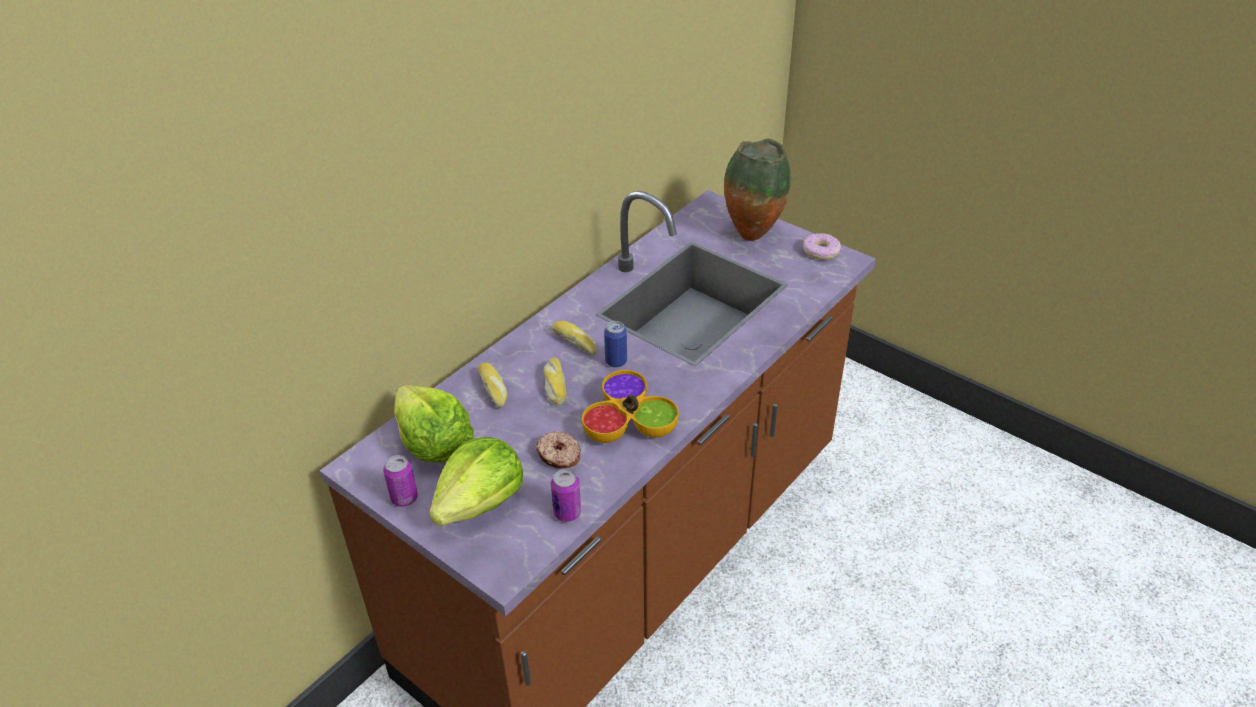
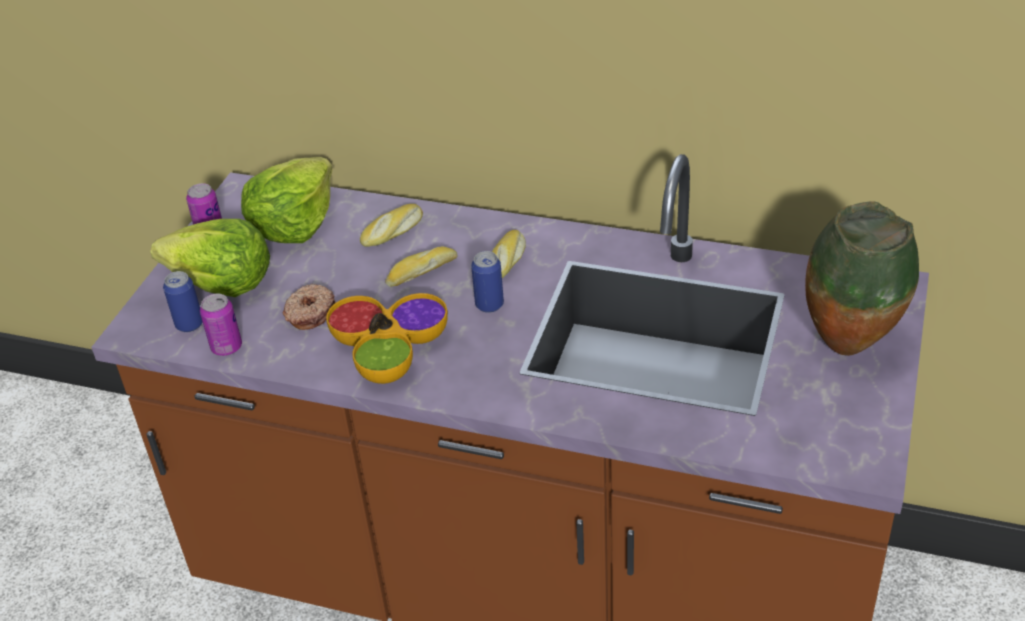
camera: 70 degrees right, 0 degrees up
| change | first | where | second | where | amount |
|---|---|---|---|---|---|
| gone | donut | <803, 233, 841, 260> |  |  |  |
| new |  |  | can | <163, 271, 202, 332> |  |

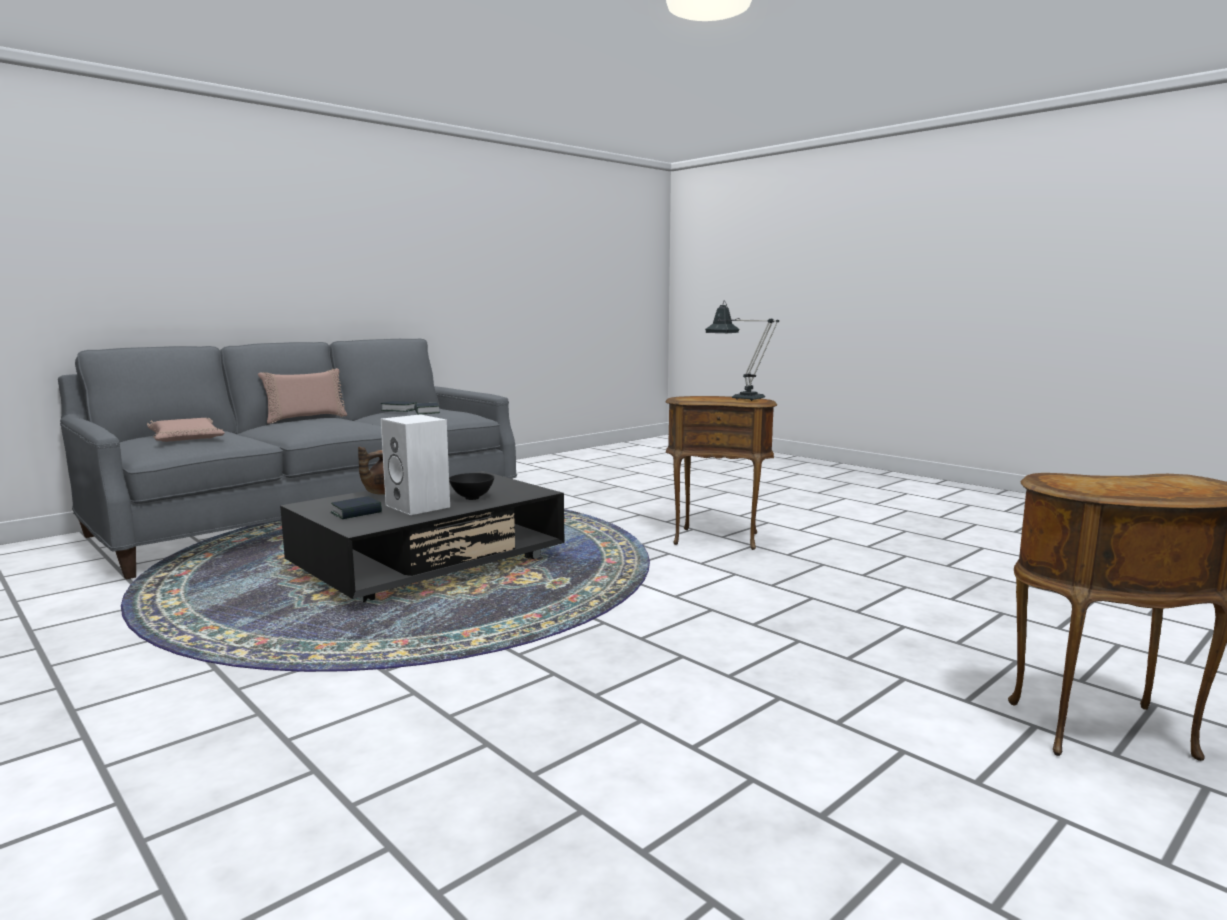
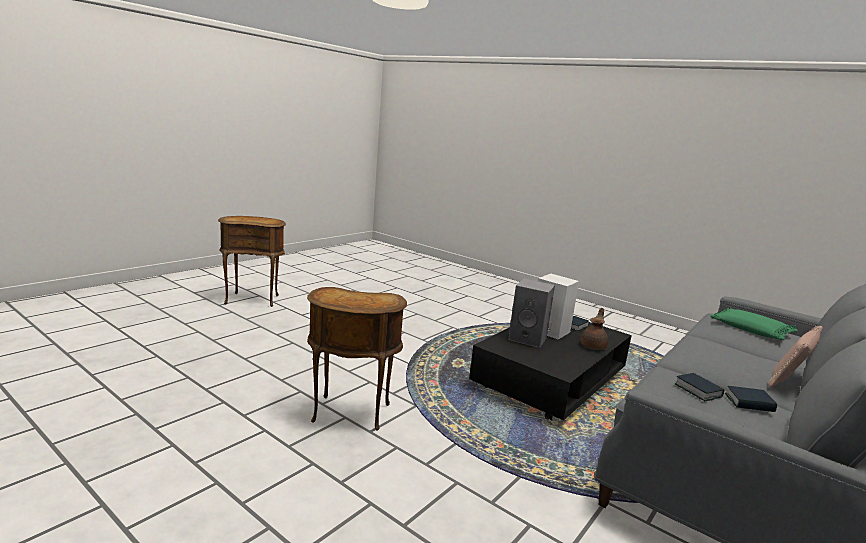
camera: 170 degrees right, 5 degrees up
| change | first | where | second | where | amount |
|---|---|---|---|---|---|
| gone | table lamp | <705, 301, 779, 401> |  |  |  |
| swapped | bowl (black) | <449, 473, 494, 500> | speaker (grey) | <508, 279, 555, 348> |  |
| repainted | pillow (beige) | <147, 418, 225, 442> | pillow (green) | <710, 308, 798, 340> |  |

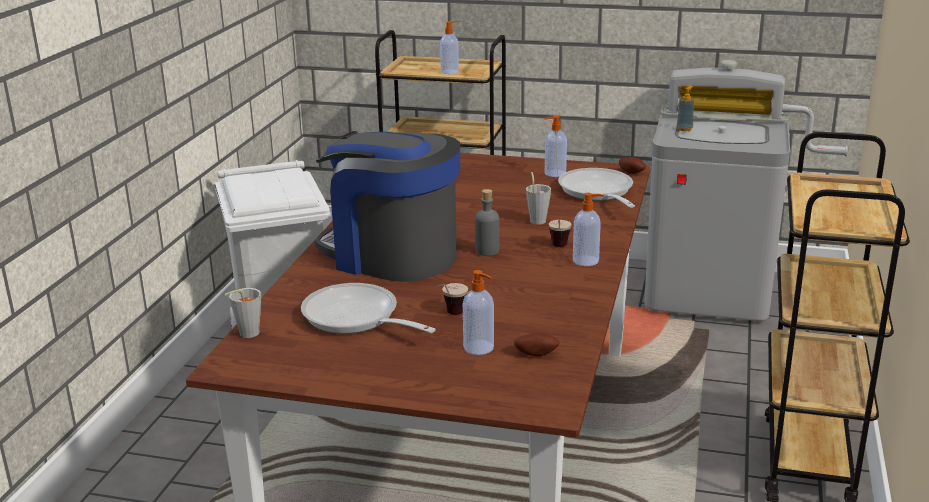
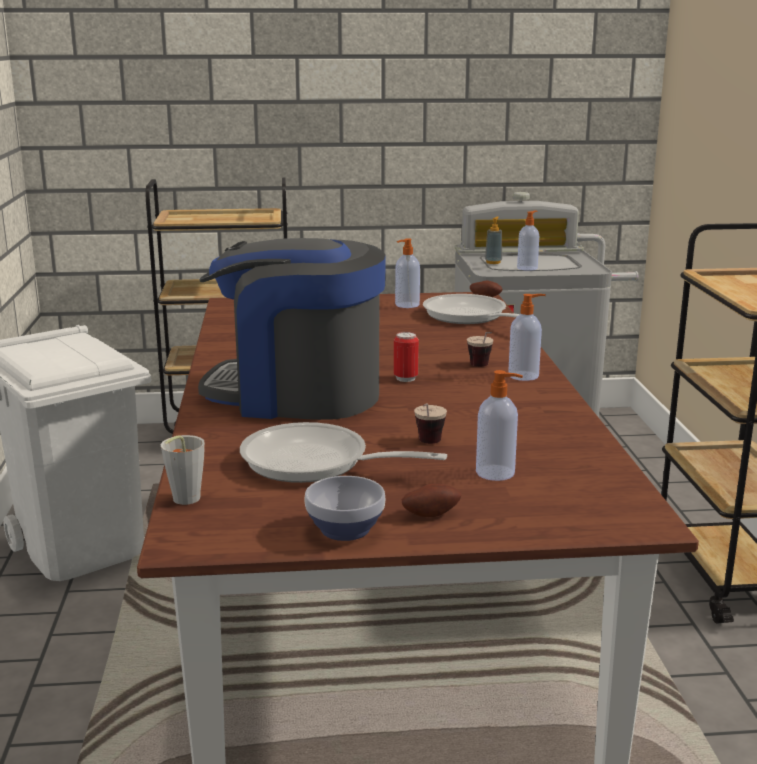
camera: 20 degrees left, 5 degrees down
| change | first | where | second | where | amount |
|---|---|---|---|---|---|
| gone | cup (grey) | <526, 172, 551, 225> |  |  |  |
| new |  |  | bowl | <304, 476, 385, 541> |  |
| shifted | soap dispenser | <440, 21, 459, 74> |  | <517, 211, 539, 271> |  |
| shifted | potato | <514, 332, 559, 356> |  | <402, 483, 461, 517> |  |
| swapped | bottle (grey) | <475, 189, 500, 256> | can | <394, 332, 419, 382> |  |

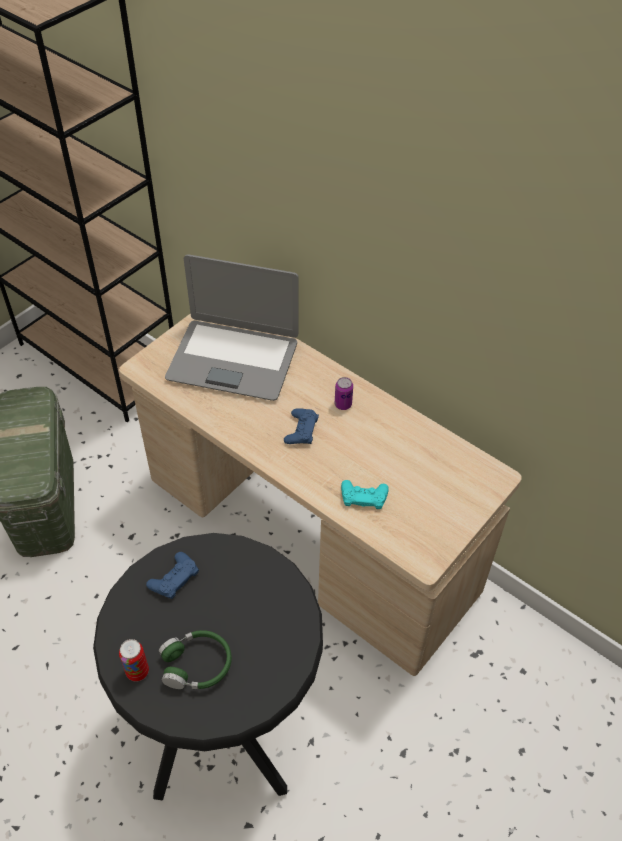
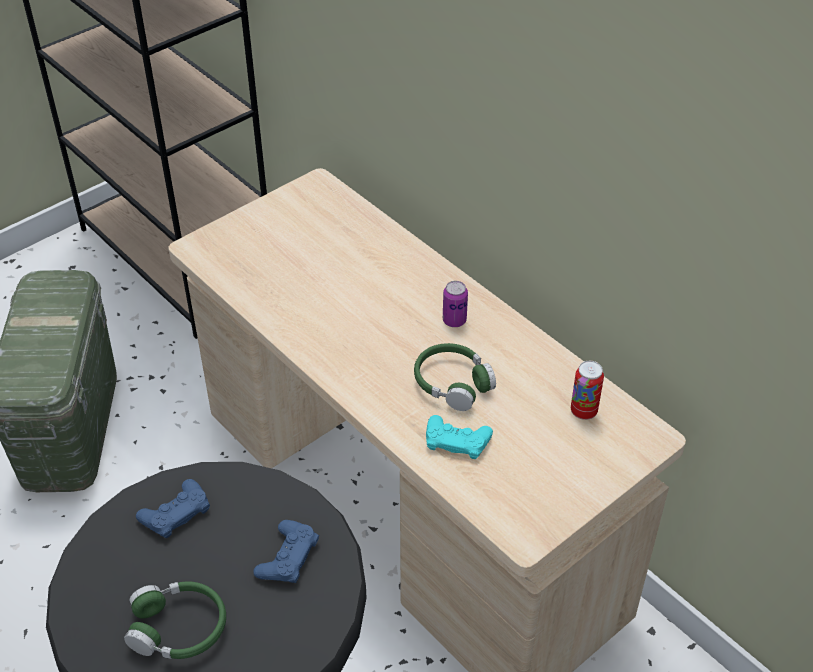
camera: 10 degrees right, 5 degrees down
| change | first | where | second | where | amount |
|---|---|---|---|---|---|
| gone | laptop | <165, 254, 299, 401> |  |  |  |
| new |  |  | headphones (green) | <414, 343, 496, 411> |  |
| shifted | can | <119, 639, 149, 682> |  | <571, 361, 604, 420> |  |
| shifted | game controller (blue) | <284, 408, 319, 444> |  | <253, 520, 319, 583> |  |

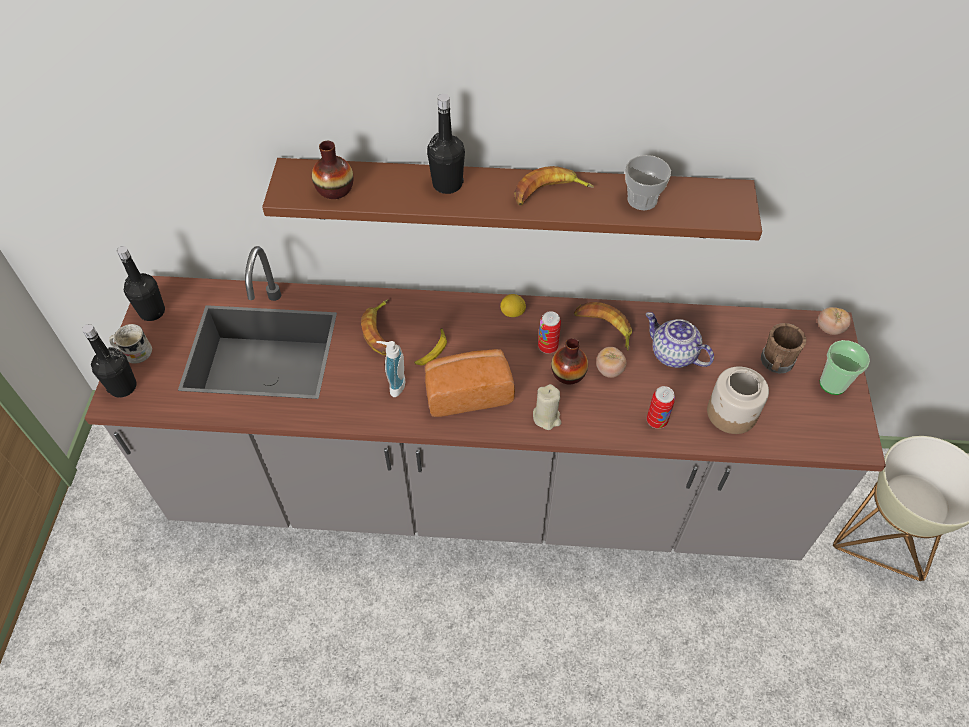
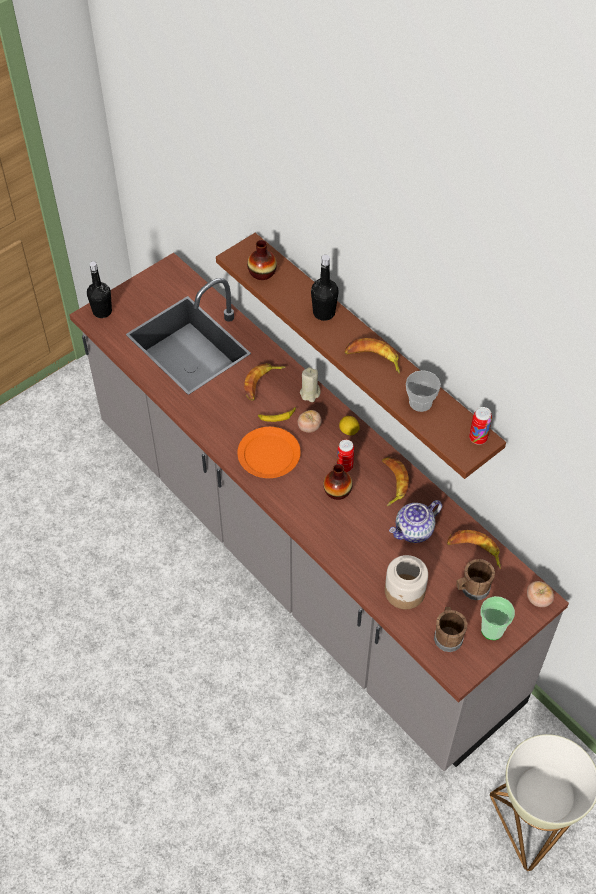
camera: 45 degrees right, 0 degrees up
| change | first | where | second | where | amount |
|---|---|---|---|---|---|
| gone | mug (white) | <109, 324, 152, 364> |  |  |  |
| gone | bottle (black) | <117, 246, 165, 321> |  |  |  |
| gone | soap dispenser | <376, 341, 405, 397> |  |  |  |
| new |  |  | mug (brown) | <434, 607, 467, 652> |  |
| new |  |  | banana | <447, 530, 501, 569> |  |
| shifted | candle (beige) | <533, 384, 561, 430> |  | <300, 367, 320, 402> |  |
| shifted | tomato | <596, 347, 626, 378> |  | <298, 410, 322, 433> |  |
| shifted | can | <647, 386, 675, 429> |  | <469, 407, 492, 445> |  |
| swapped | bread | <425, 349, 515, 417> | plate (orange) | <237, 427, 301, 478> |  |
| rotated | teapot | <646, 312, 714, 368> |  | <389, 500, 442, 543> | 120 degrees counterclockwise |

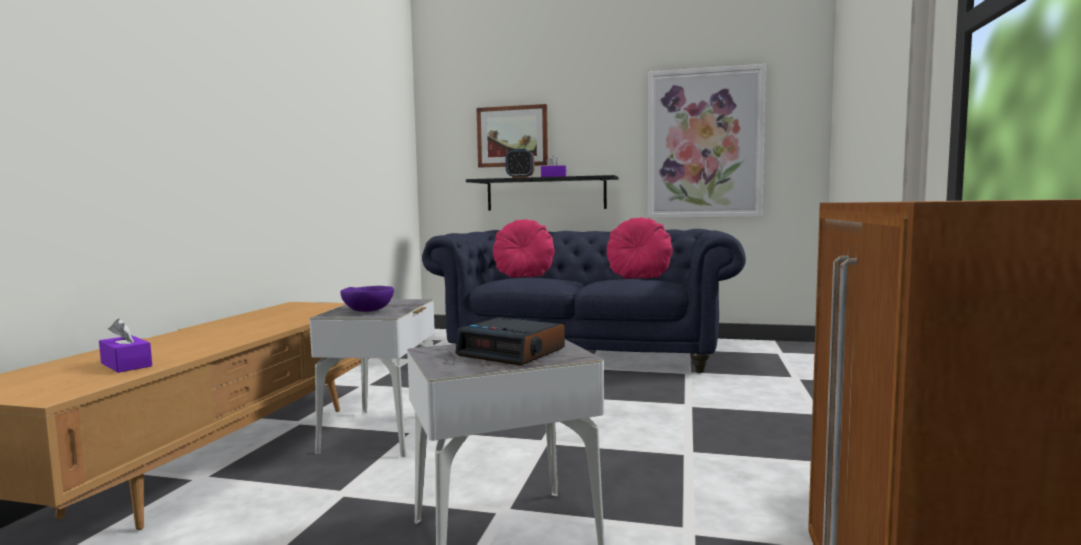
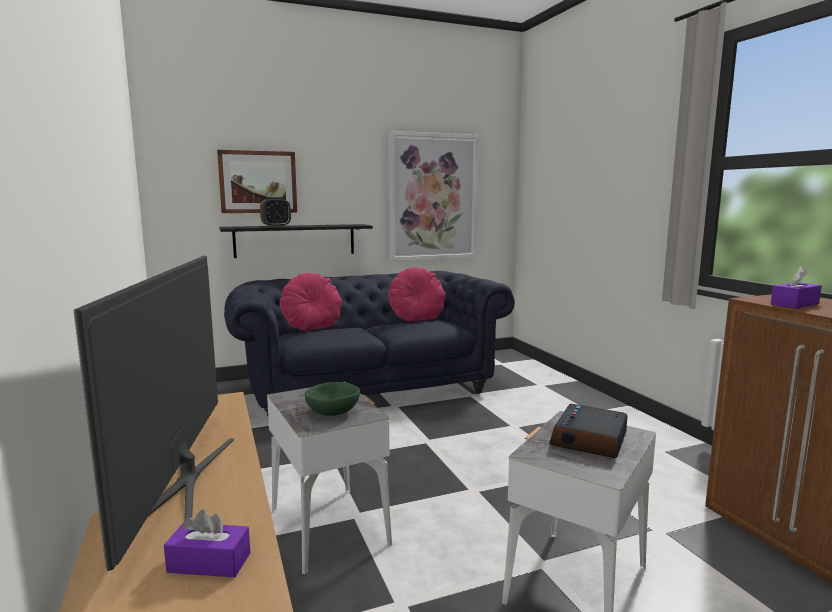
camera: 35 degrees left, 5 degrees up
| change | first | where | second | where | amount |
|---|---|---|---|---|---|
| new |  |  | television | <73, 255, 234, 571> |  |
| shifted | tissue box (purple) | <541, 156, 566, 177> |  | <771, 267, 822, 309> |  |
| repainted | bowl (purple) | <341, 286, 394, 312> | bowl (green) | <305, 382, 360, 416> |  |
| rotated | alarm clock | <455, 317, 565, 366> |  | <549, 403, 628, 458> | 120 degrees clockwise |

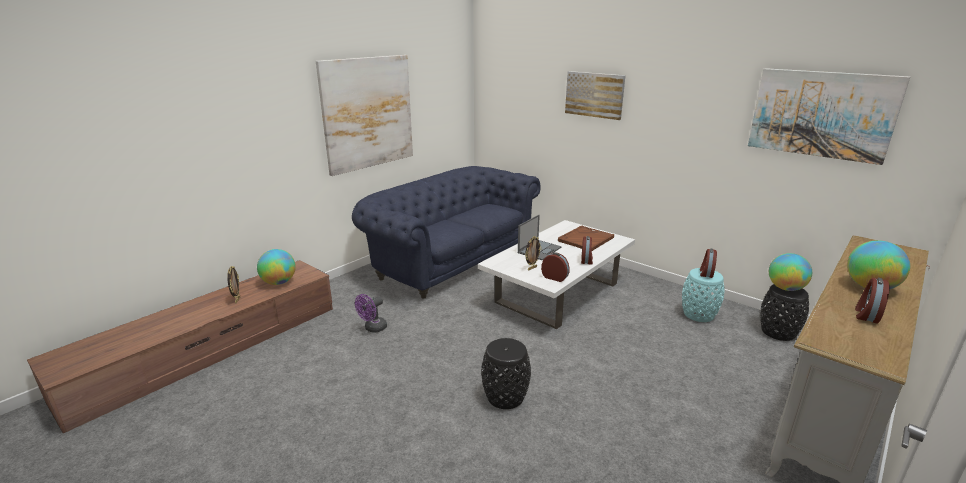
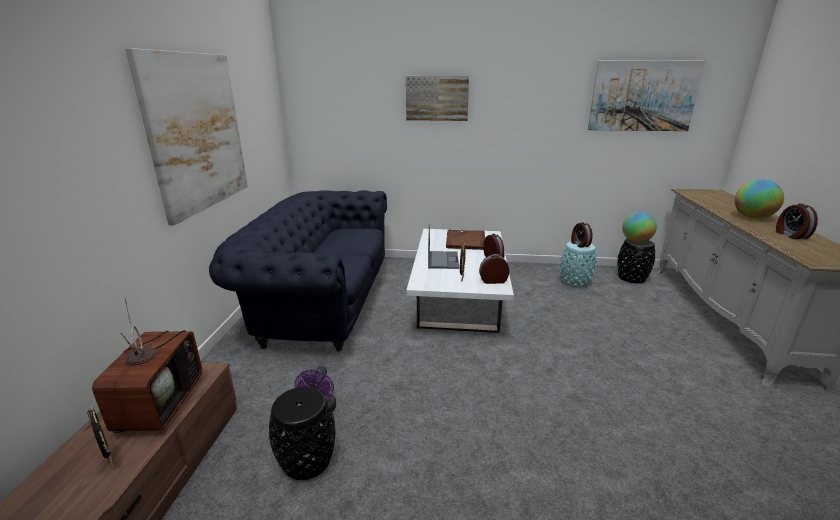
camera: 35 degrees left, 0 degrees up
| change | first | where | second | where | amount |
|---|---|---|---|---|---|
| shifted | stool (black) | <481, 338, 531, 409> |  | <269, 387, 335, 480> |  |
| swapped | globe | <257, 249, 296, 285> | television | <92, 297, 202, 433> |  |

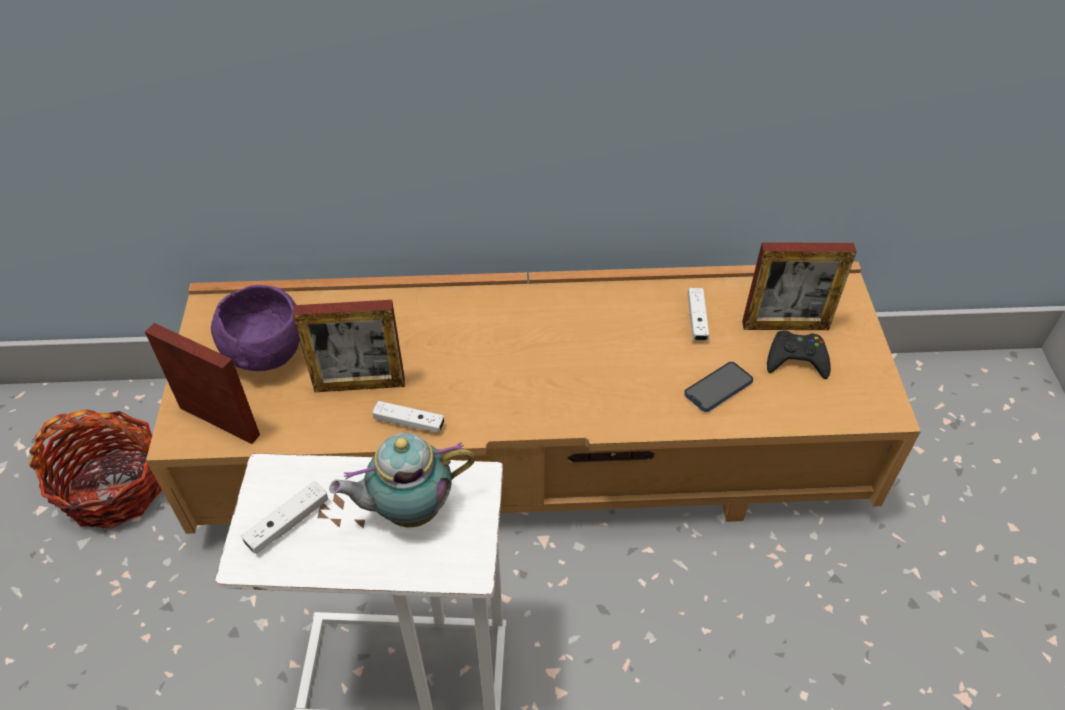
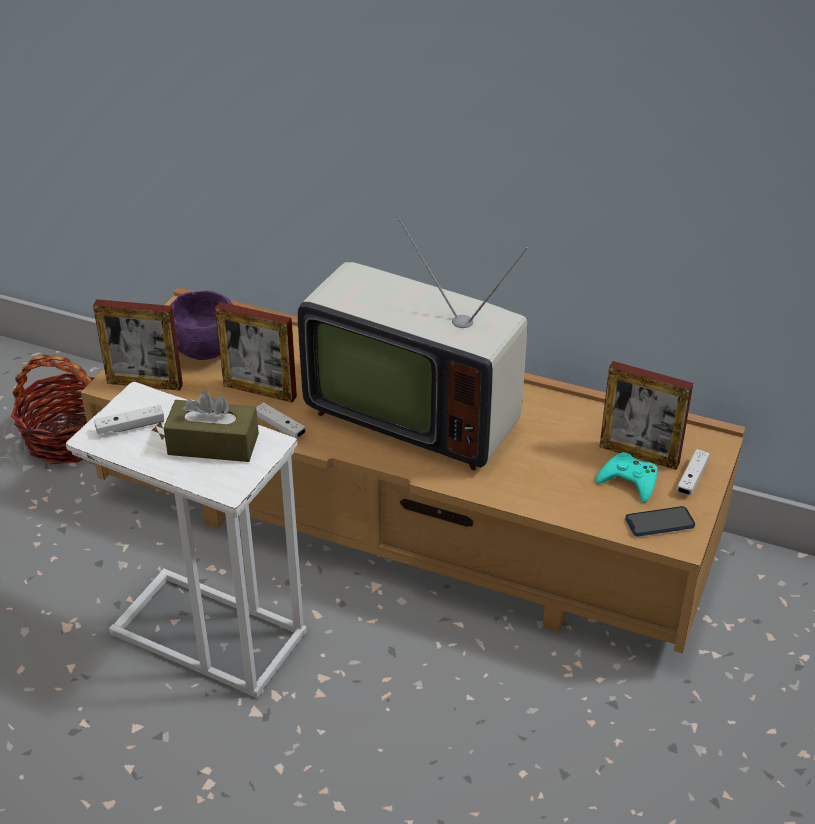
camera: 25 degrees right, 10 degrees down
| change | first | where | second | where | amount |
|---|---|---|---|---|---|
| new |  |  | television | <298, 216, 528, 470> |  |
| shifted | phone | <684, 362, 753, 412> |  | <625, 506, 695, 536> |  |
| shifted | game controller (white) | <688, 288, 709, 341> |  | <676, 449, 710, 495> |  |
| swapped | teapot | <329, 433, 475, 527> | tissue box (brown) | <163, 391, 259, 462> |  |
| repainted | game controller (black) | <767, 330, 831, 379> | game controller (turquoise) | <596, 452, 658, 503> |  |
| rotated | picture frame | <145, 323, 260, 444> |  | <93, 299, 183, 391> | 135 degrees clockwise |

